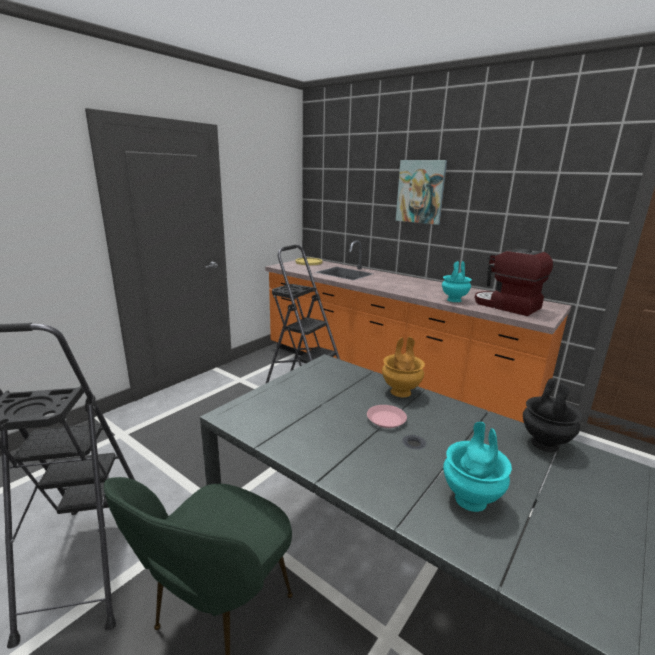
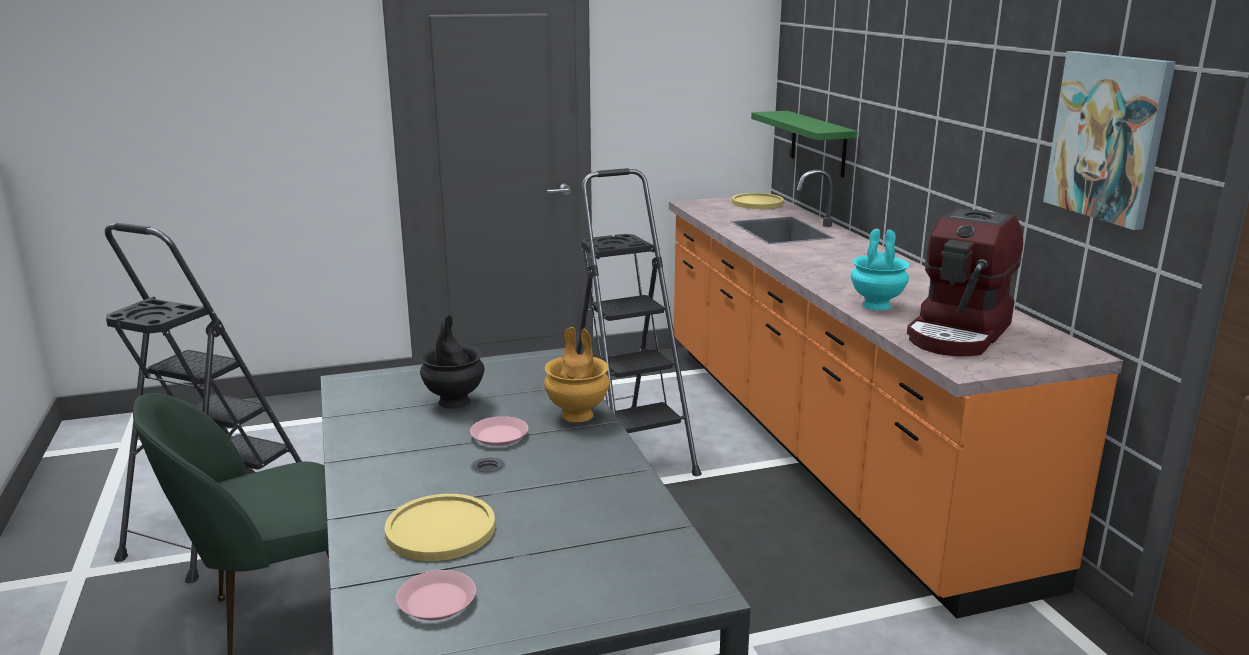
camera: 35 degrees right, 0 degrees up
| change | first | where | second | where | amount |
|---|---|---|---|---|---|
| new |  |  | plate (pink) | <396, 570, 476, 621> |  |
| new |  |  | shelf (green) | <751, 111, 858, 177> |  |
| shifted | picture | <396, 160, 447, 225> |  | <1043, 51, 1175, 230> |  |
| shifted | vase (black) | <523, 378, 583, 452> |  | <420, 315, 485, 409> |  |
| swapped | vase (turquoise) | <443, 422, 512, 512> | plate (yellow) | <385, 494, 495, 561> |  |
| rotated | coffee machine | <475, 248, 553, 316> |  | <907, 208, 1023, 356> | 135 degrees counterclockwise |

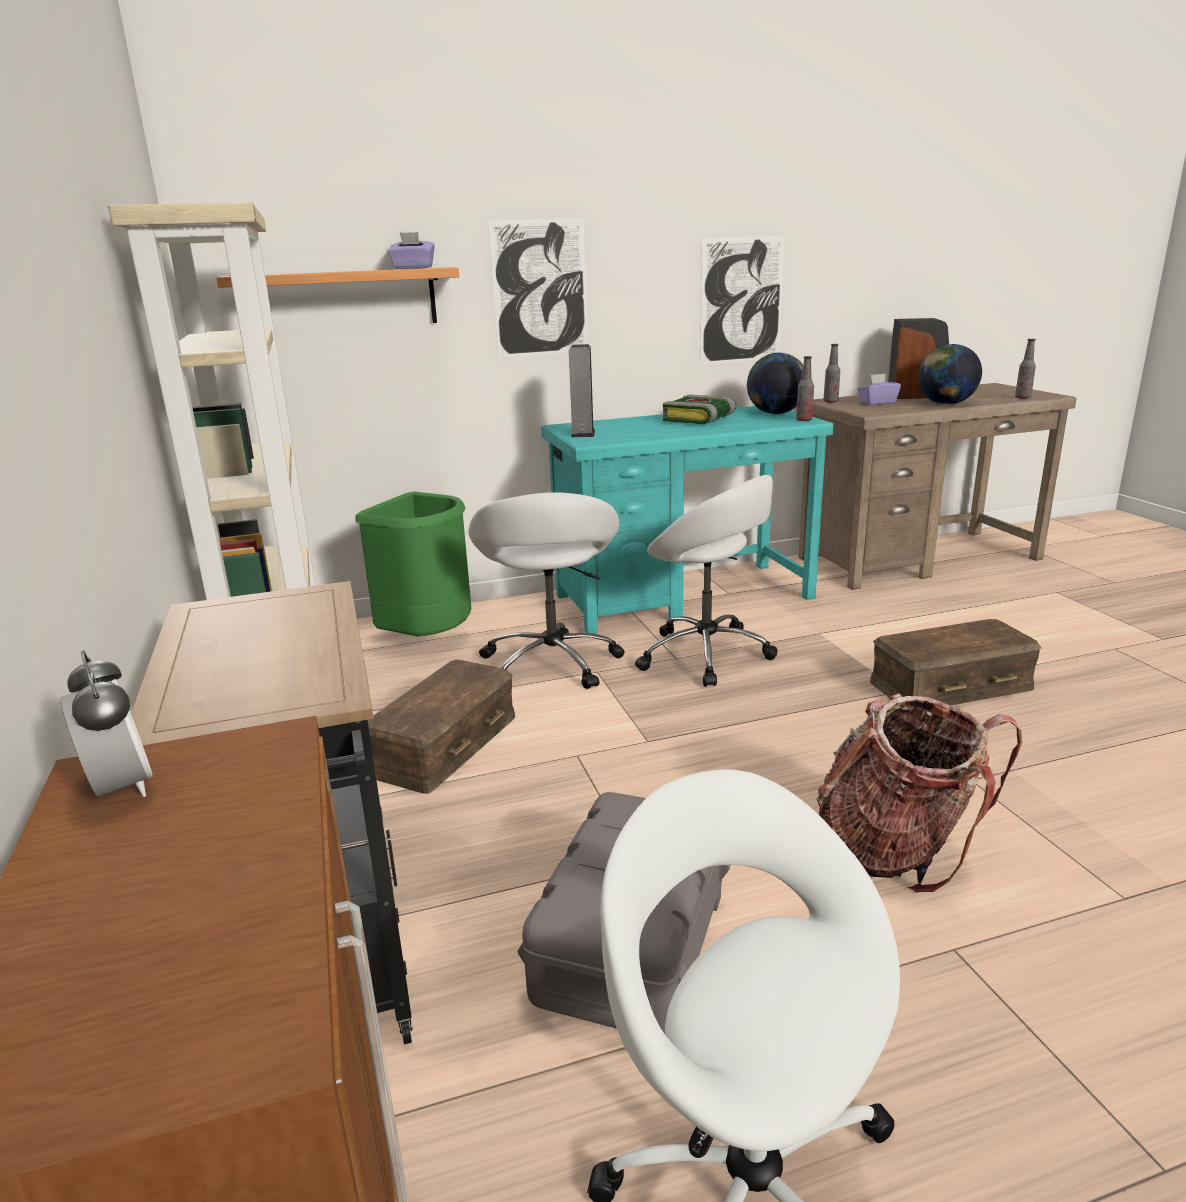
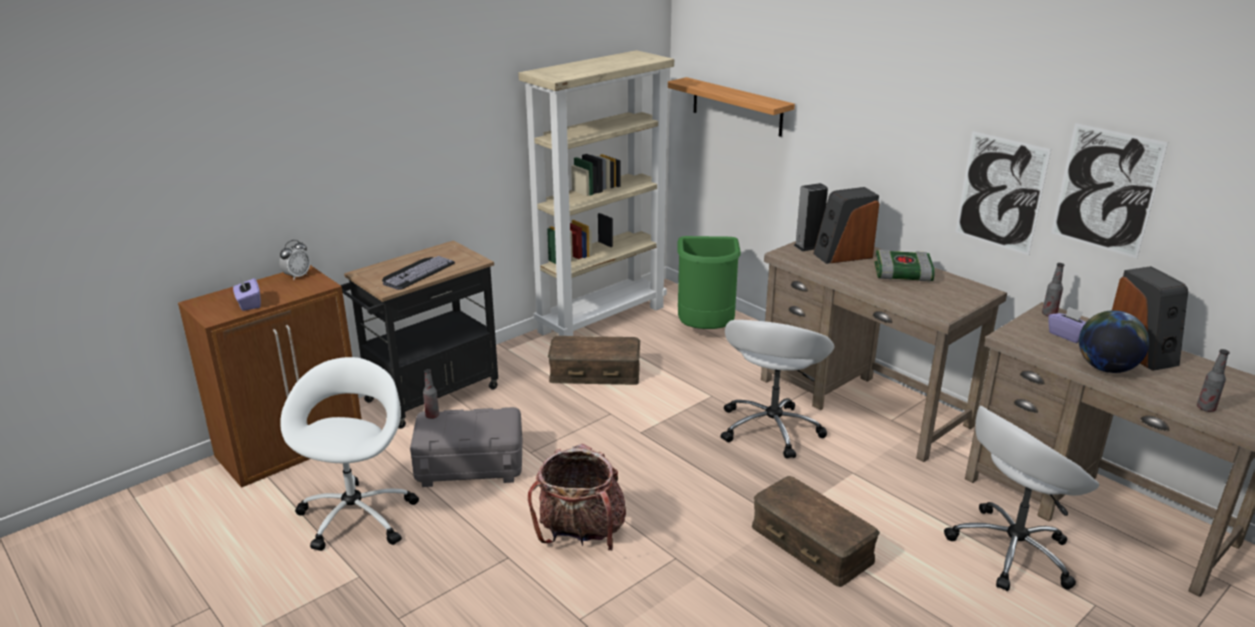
camera: 65 degrees right, 5 degrees up
| change | first | where | second | where | amount |
|---|---|---|---|---|---|
| gone | globe | <747, 353, 803, 414> |  |  |  |
| new |  |  | keyboard | <382, 256, 455, 290> |  |
| new |  |  | speaker | <813, 187, 879, 264> |  |
| shifted | tissue box (purple) | <388, 232, 435, 269> |  | <233, 277, 261, 311> |  |
| shifted | office chair (white) | <468, 492, 624, 689> |  | <944, 406, 1099, 591> |  |
| shifted | picture | <488, 218, 588, 357> |  | <1051, 123, 1168, 258> |  |
| shifted | bottle | <796, 356, 814, 421> |  | <423, 369, 439, 419> |  |
| repainted | desk (turquoise) | <541, 406, 833, 634> | desk (brown) | <761, 241, 1007, 462> |  |

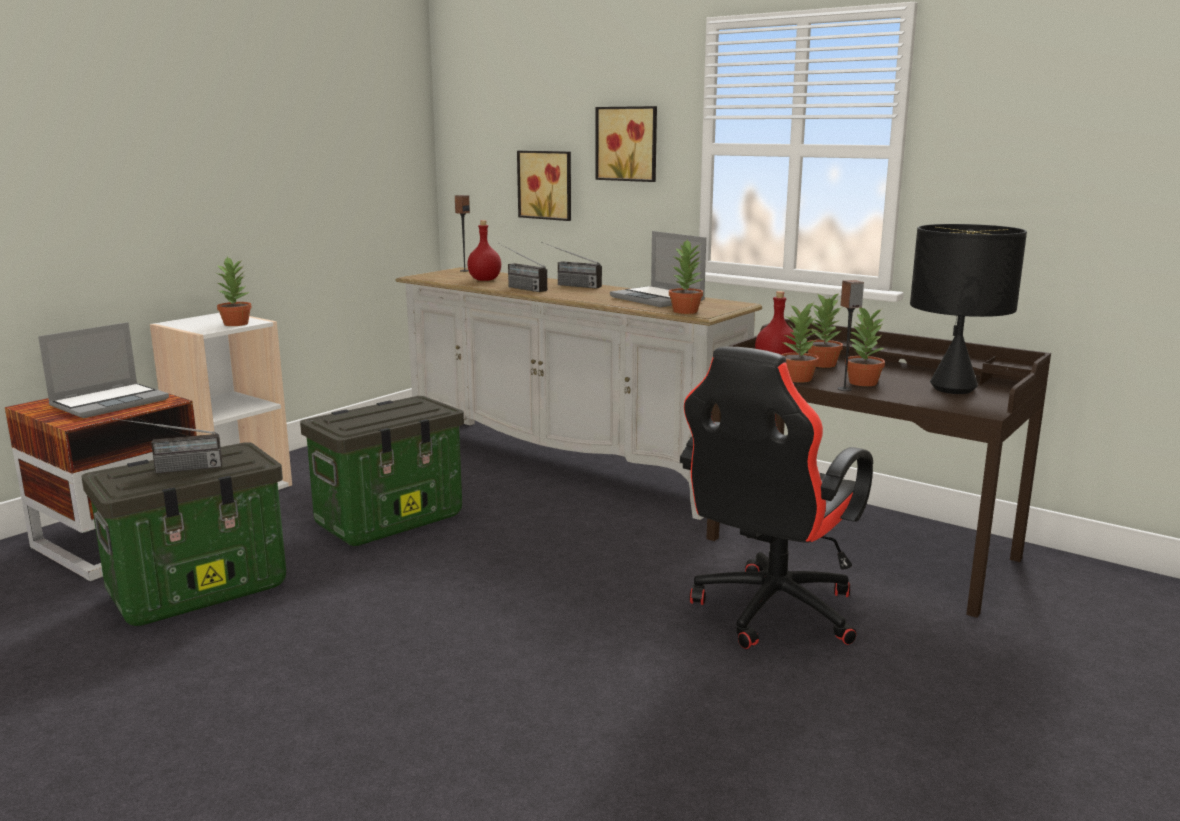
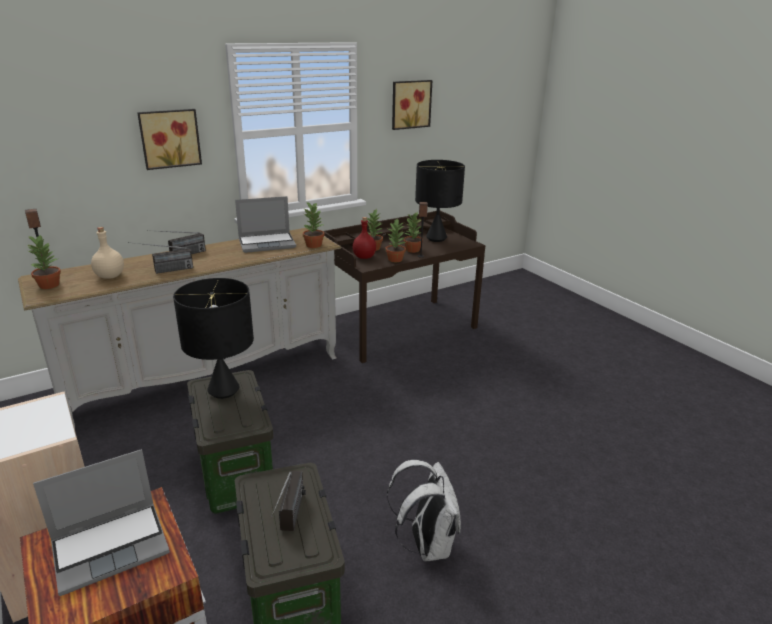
camera: 70 degrees left, 10 degrees up
| change | first | where | second | where | amount |
|---|---|---|---|---|---|
| gone | office chair (black) | <680, 346, 873, 649> |  |  |  |
| new |  |  | table lamp (black) | <173, 278, 254, 399> |  |
| new |  |  | backpack (white) | <387, 460, 461, 561> |  |
| shifted | potted plant | <216, 256, 252, 326> |  | <27, 235, 61, 289> |  |
| shifted | picture | <517, 151, 571, 221> |  | <392, 80, 432, 130> |  |
| repainted | bottle (red) | <467, 220, 501, 281> | bottle (beige) | <91, 227, 124, 279> |  |
| rotated | laptop | <38, 322, 169, 418> |  | <33, 449, 170, 596> | 90 degrees clockwise |

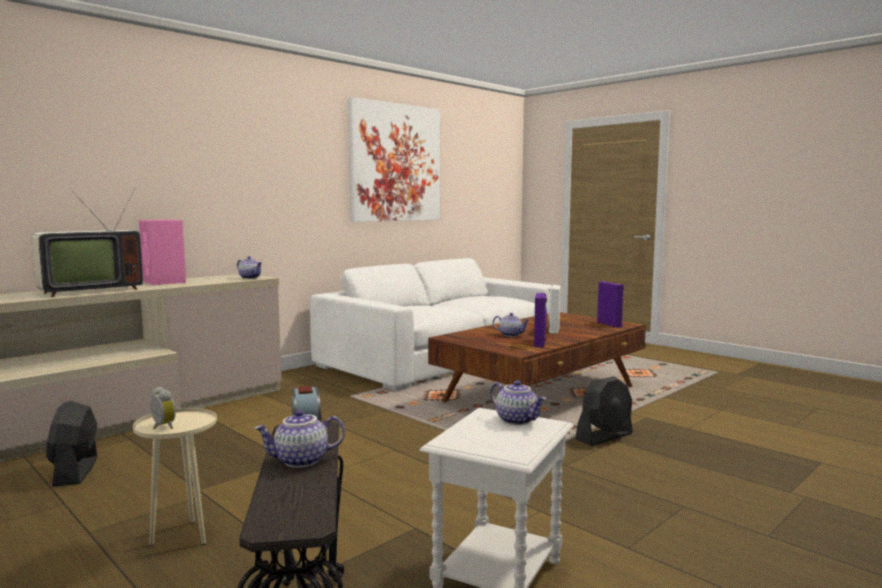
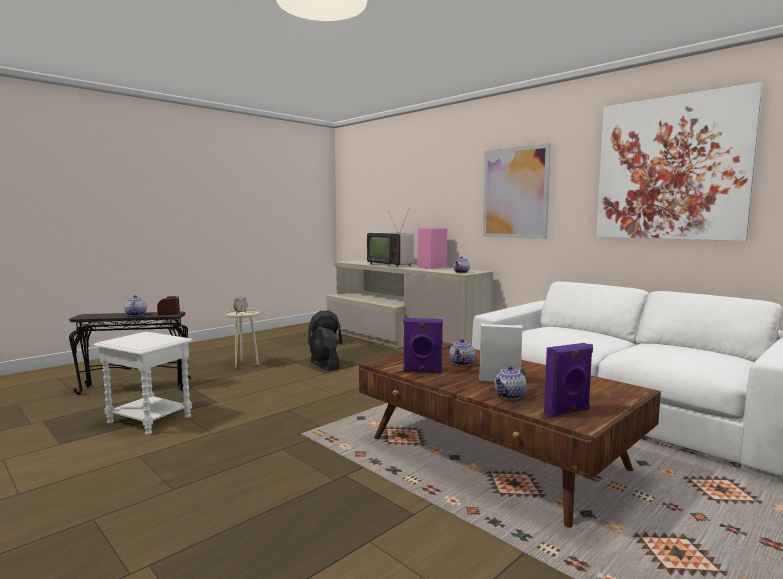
camera: 90 degrees right, 0 degrees up
| change | first | where | second | where | amount |
|---|---|---|---|---|---|
| new |  |  | picture | <483, 143, 551, 239> |  |
| shifted | teapot | <490, 380, 546, 425> |  | <494, 366, 526, 400> |  |
| shifted | fan (black) | <575, 376, 633, 446> |  | <310, 326, 340, 371> |  |

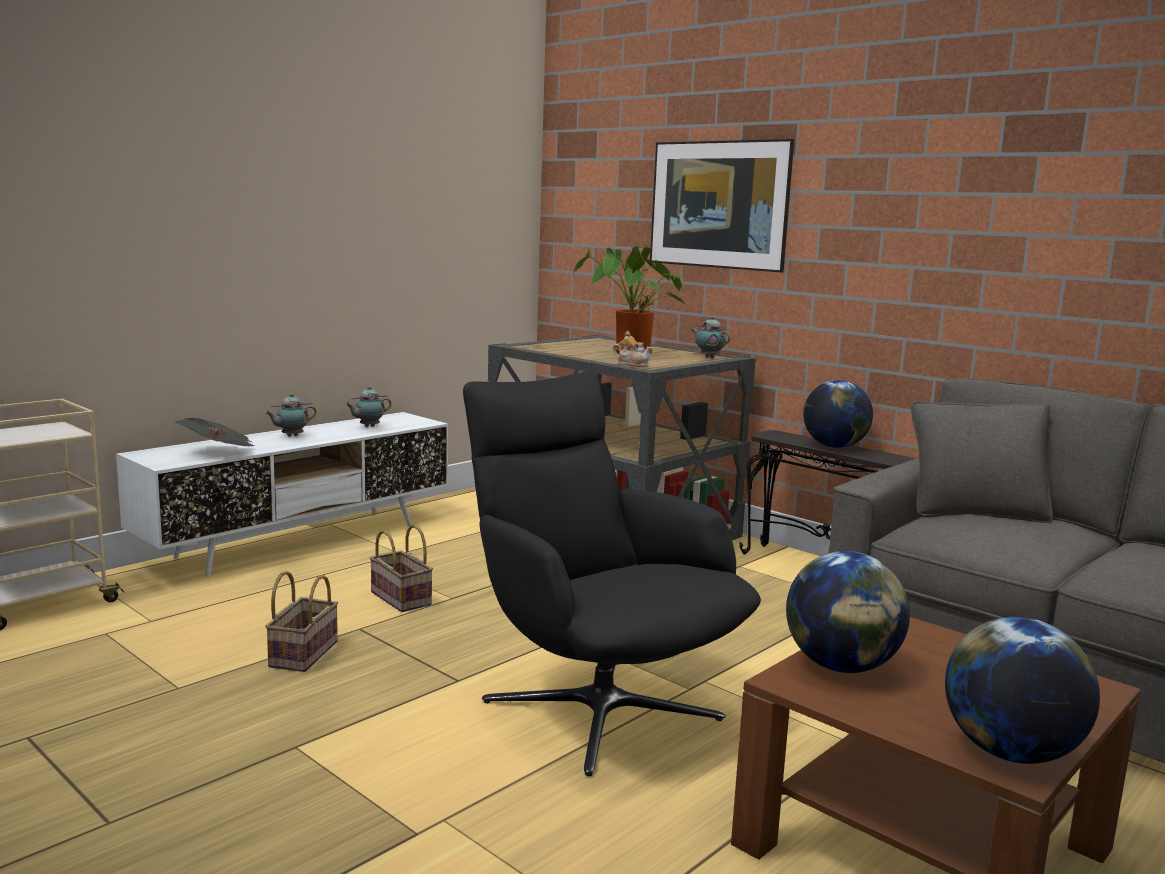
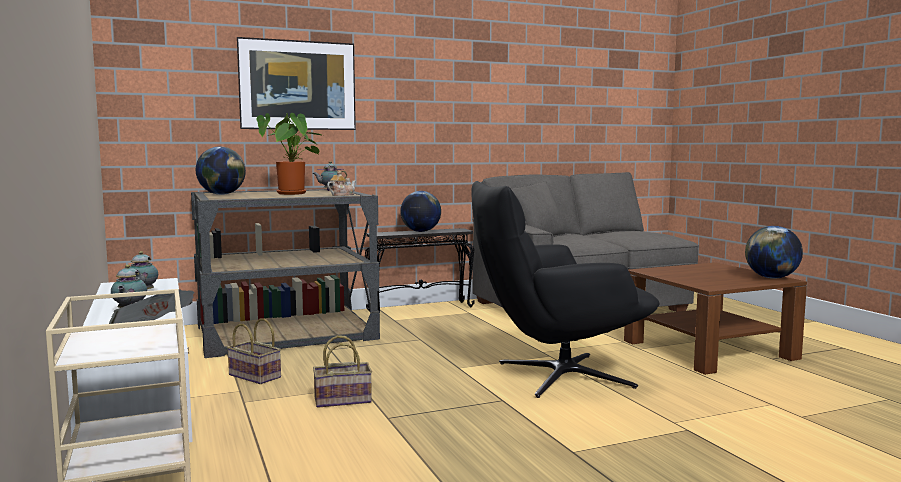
camera: 65 degrees left, 5 degrees down
| change | first | where | second | where | amount |
|---|---|---|---|---|---|
| shifted | basket | <265, 571, 338, 672> |  | <227, 318, 281, 384> |  |
| shifted | globe | <786, 551, 910, 673> |  | <196, 146, 246, 195> |  |

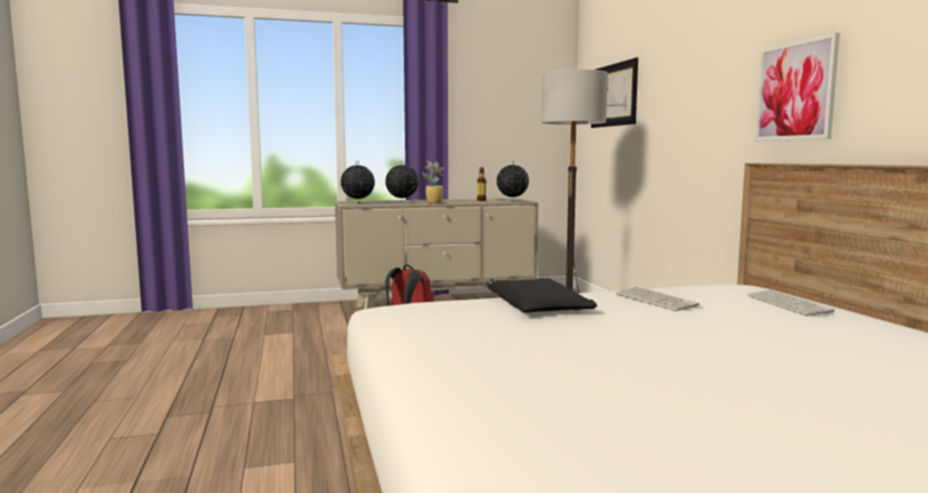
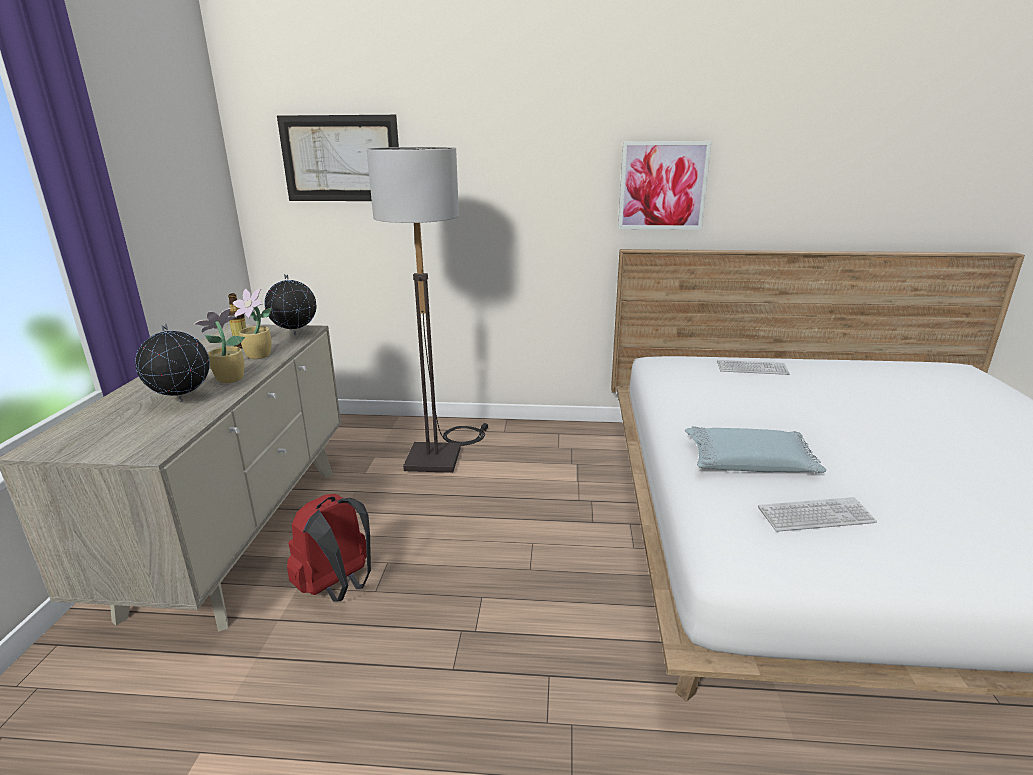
camera: 70 degrees left, 15 degrees up
| change | first | where | second | where | amount |
|---|---|---|---|---|---|
| gone | globe | <341, 161, 375, 204> |  |  |  |
| new |  |  | potted plant | <233, 289, 272, 359> |  |
| shifted | keyboard | <616, 287, 699, 311> |  | <758, 497, 877, 532> |  |
| repainted | pillow (black) | <486, 278, 598, 313> | pillow (blue) | <685, 426, 826, 473> |  |

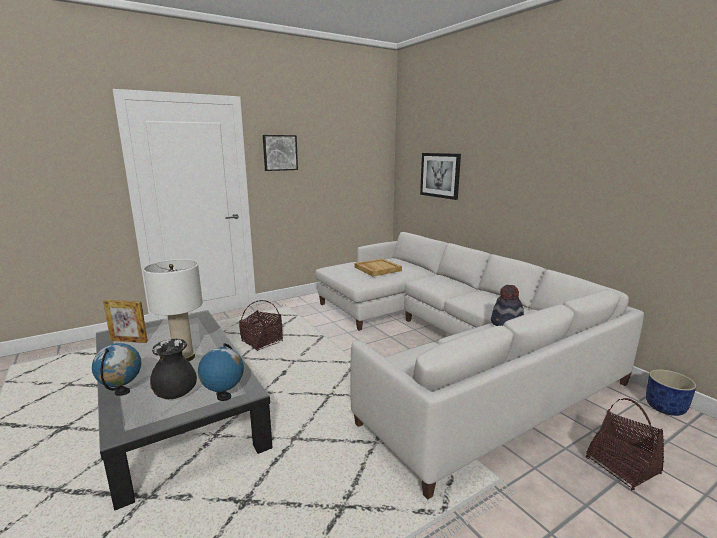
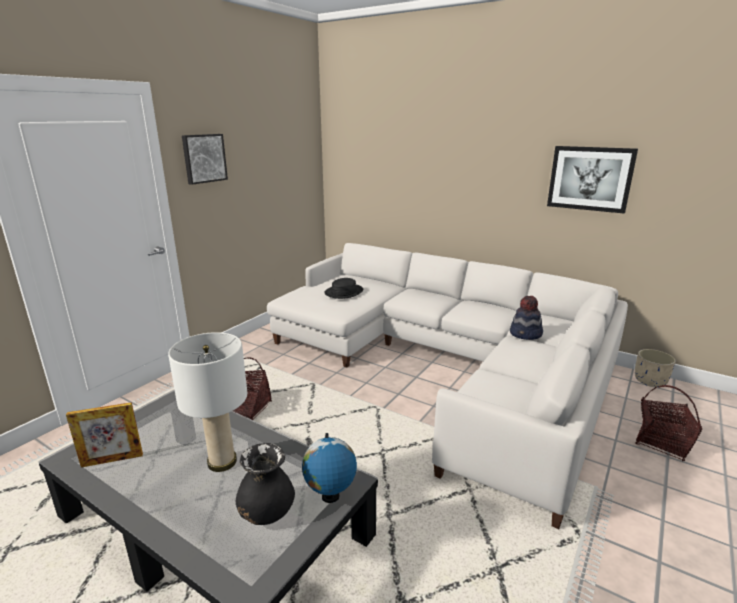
camera: 25 degrees left, 5 degrees up
| change | first | where | second | where | amount |
|---|---|---|---|---|---|
| gone | globe | <92, 343, 141, 396> |  |  |  |
| shifted | picture | <420, 153, 461, 200> |  | <547, 146, 638, 214> |  |
| swapped | tray (beige) | <355, 259, 402, 276> | hat (black) | <324, 278, 363, 299> |  |
| repainted | planter (blue) | <646, 369, 697, 416> | planter (beige) | <635, 349, 676, 387> |  |

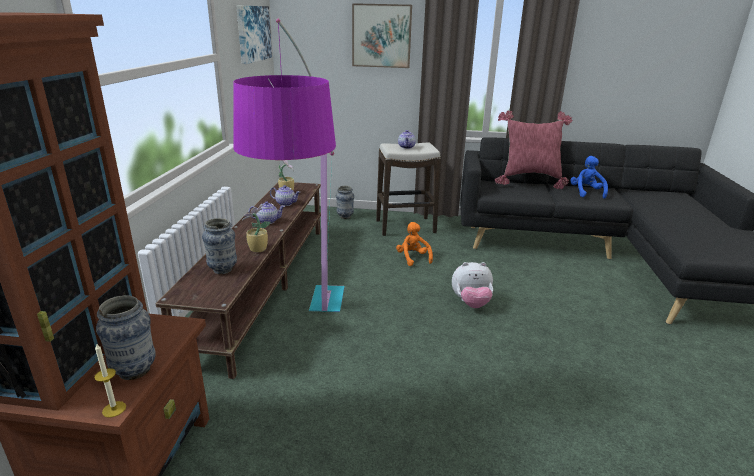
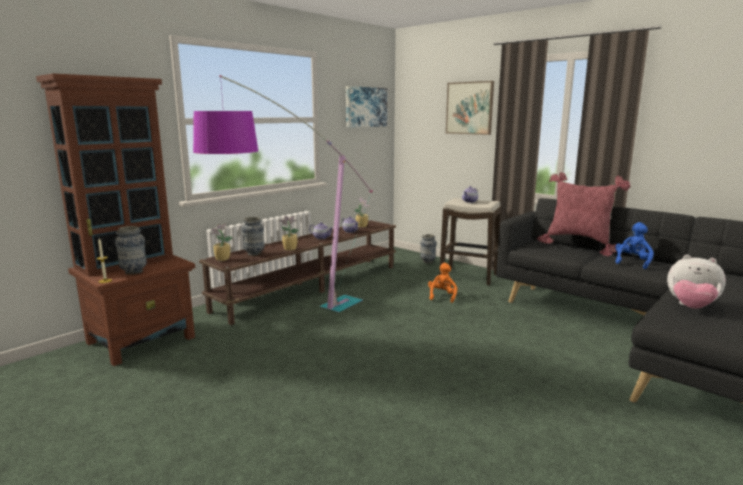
camera: 35 degrees right, 10 degrees down
| change | first | where | second | where | amount |
|---|---|---|---|---|---|
| new |  |  | potted plant | <210, 223, 232, 261> |  |
| shifted | plush toy | <452, 262, 493, 308> |  | <667, 255, 726, 309> |  |

